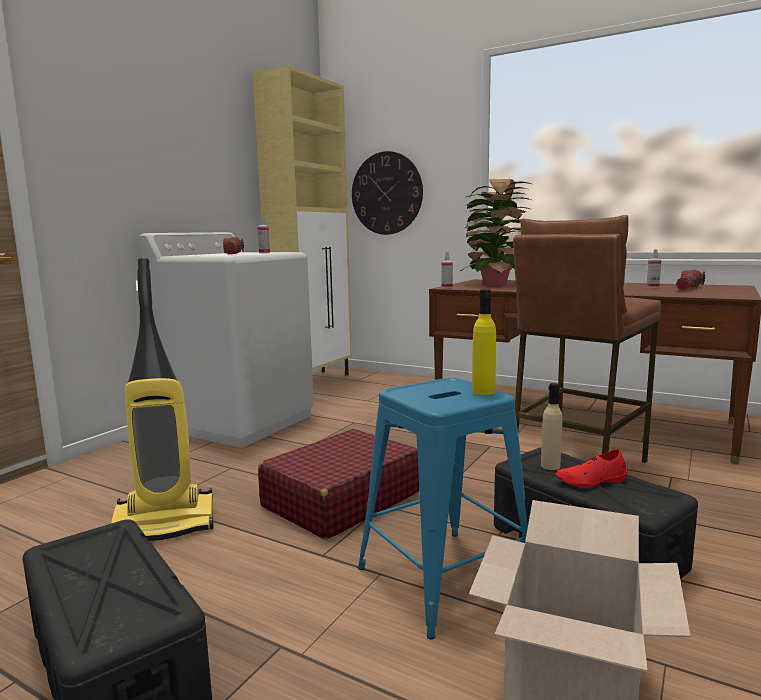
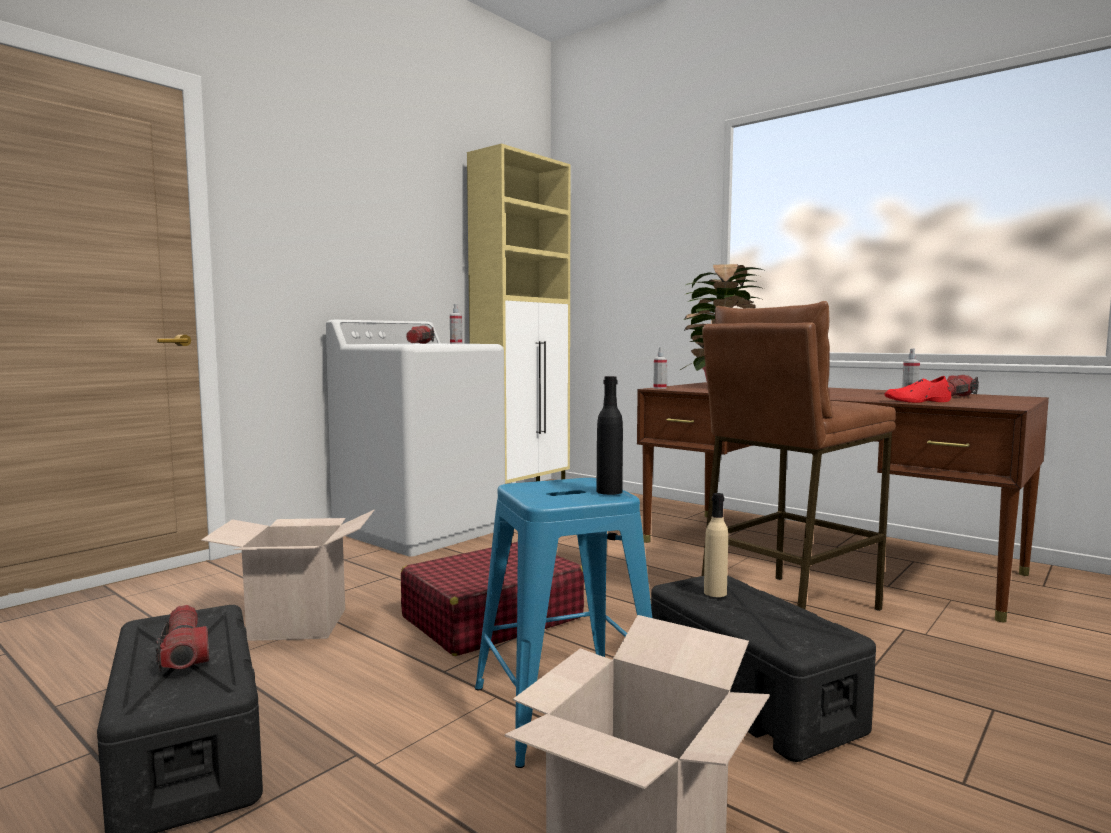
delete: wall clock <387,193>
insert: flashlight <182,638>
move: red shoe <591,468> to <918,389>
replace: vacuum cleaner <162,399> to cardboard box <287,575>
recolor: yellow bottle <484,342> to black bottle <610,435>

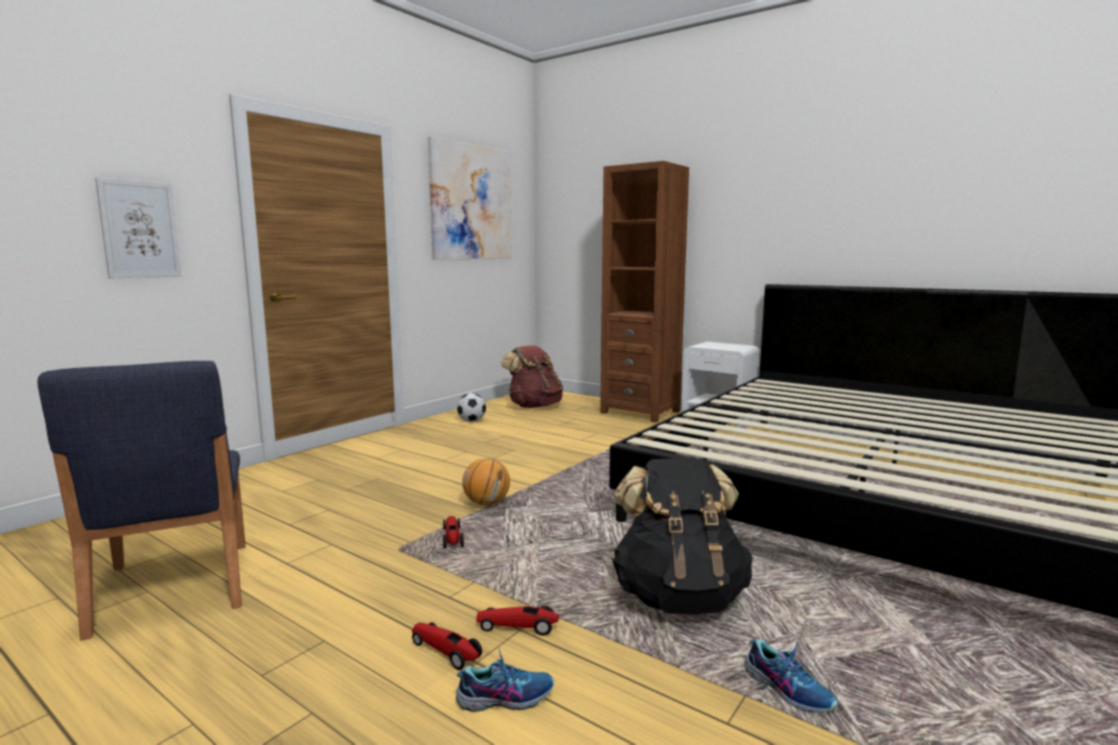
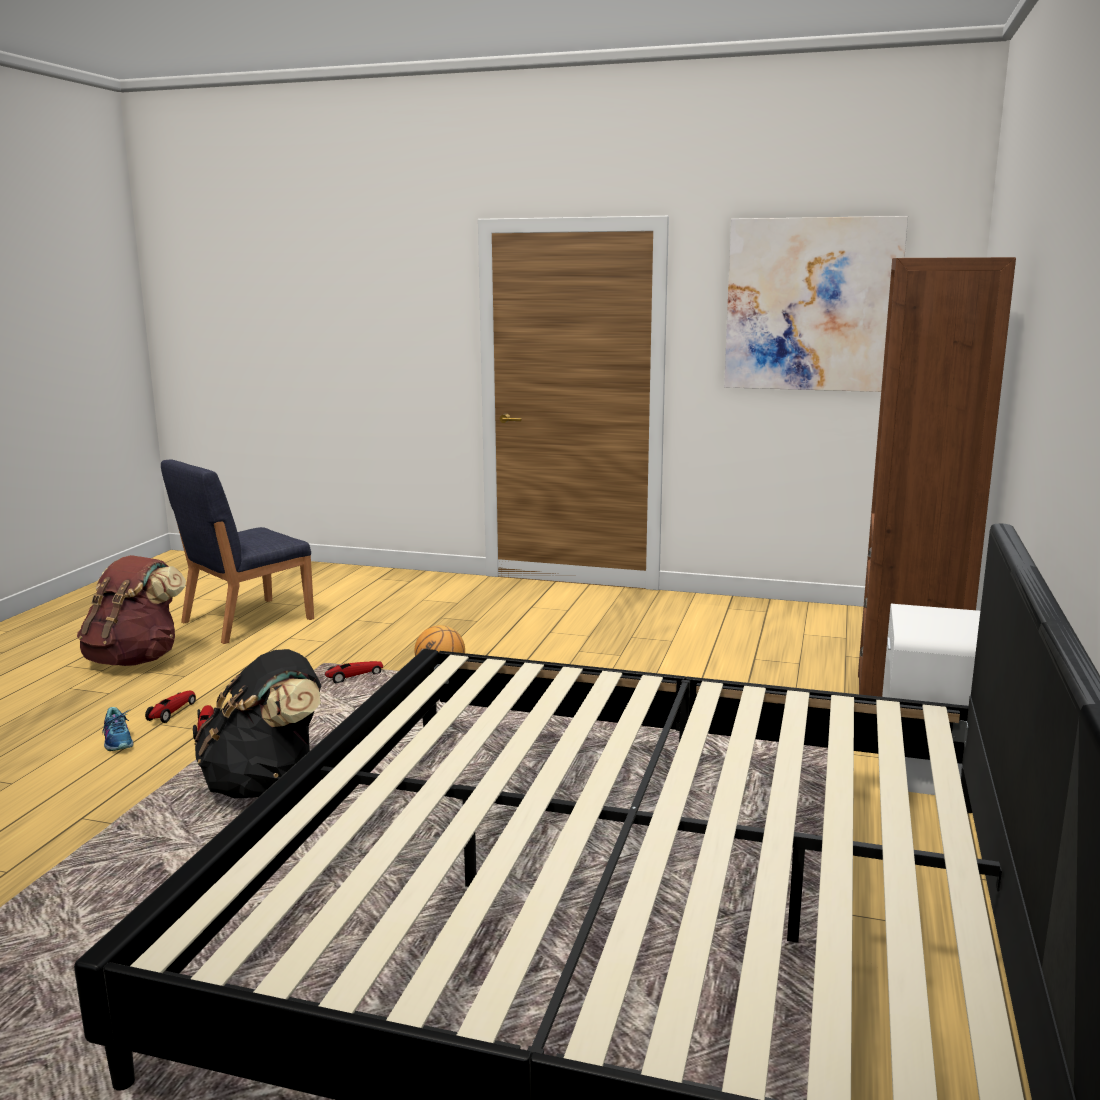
delete: picture <138,228>; football <471,407>; shoe <791,676>
move: brown backpack <532,376> to <131,610>

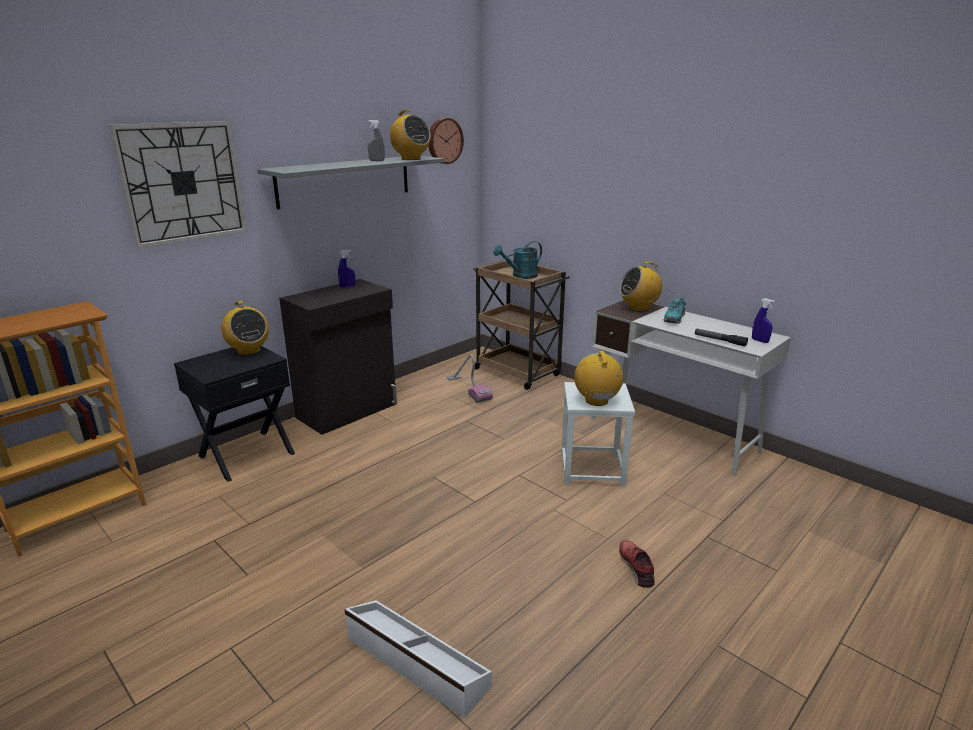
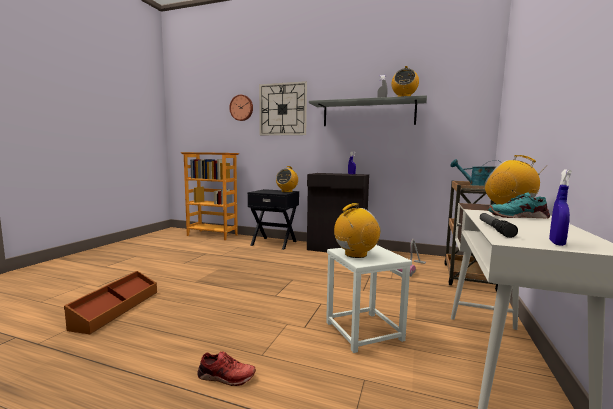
move: wall clock <446,141> to <241,108>
recolor: white storage box <418,659> to brown storage box <110,302>
rotate: red shoe <637,563> = <226,368> 45 degrees clockwise

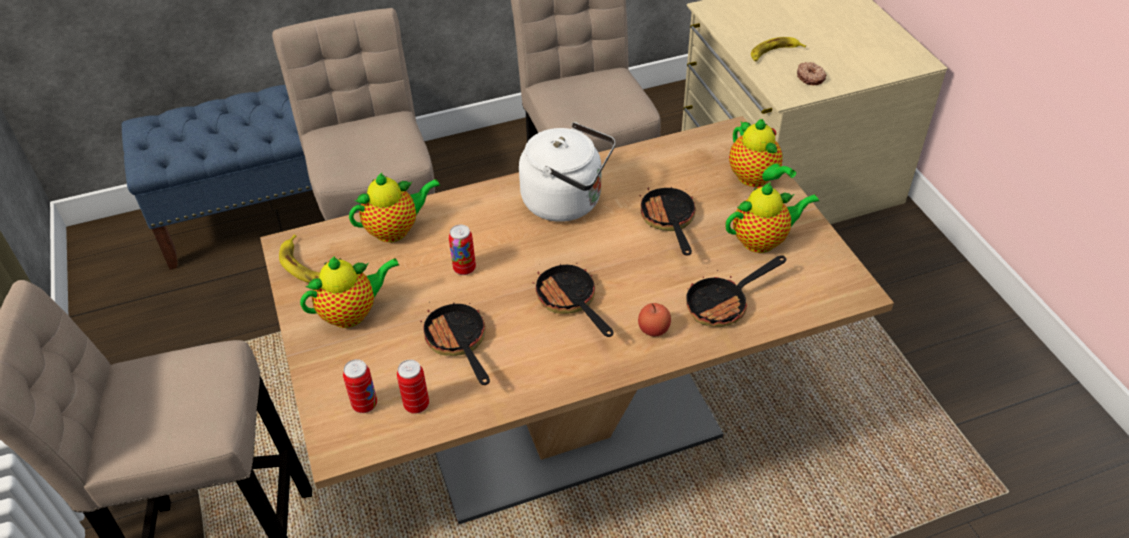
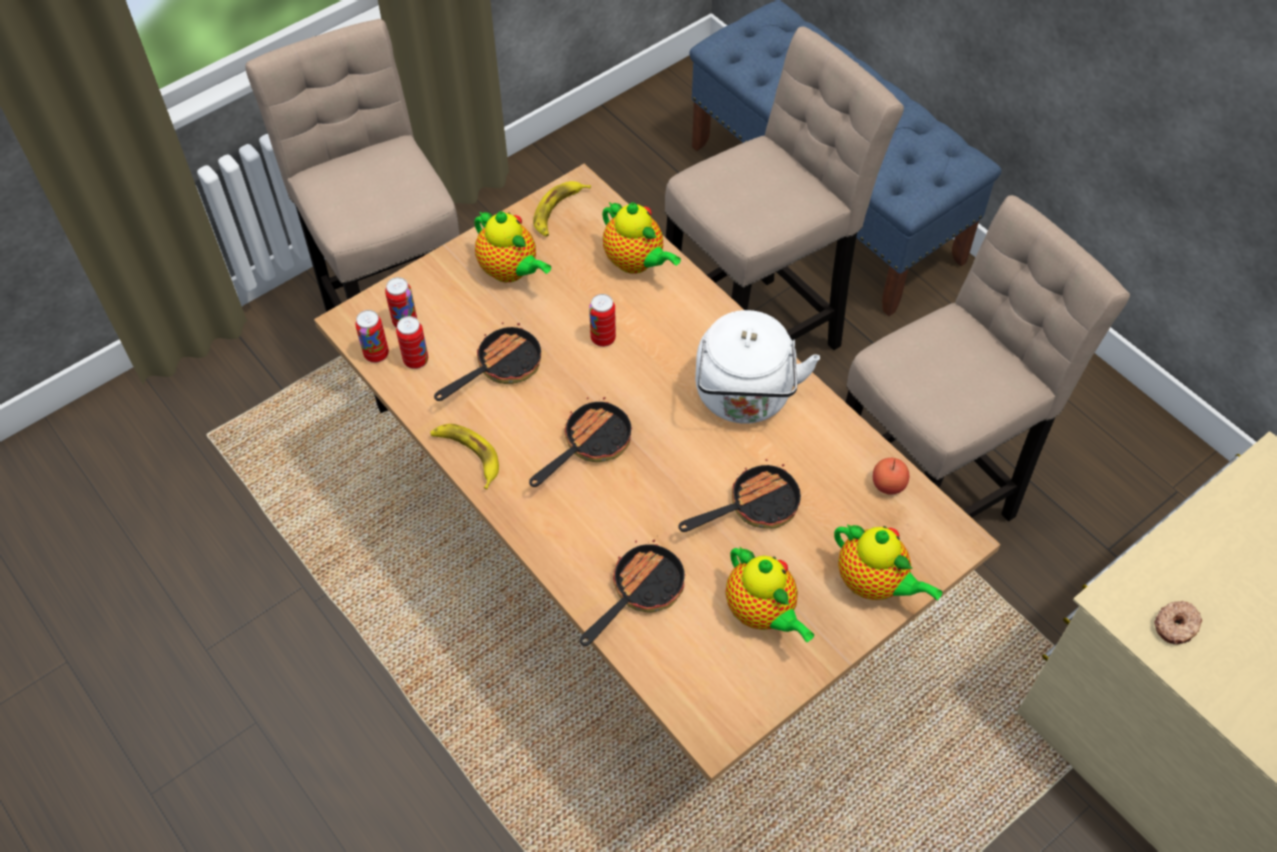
insert: can <372,336>
move: apple <654,320> to <891,476>; banana <778,49> to <464,456>
rotate: frying pan <736,291> = <633,593> 90 degrees clockwise; teapot <762,153> = <888,562> 90 degrees counterclockwise

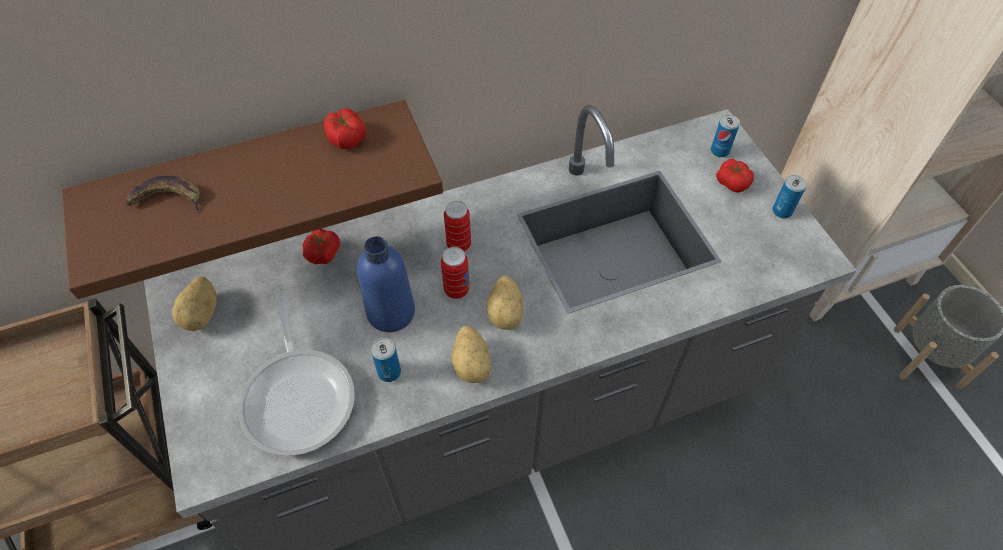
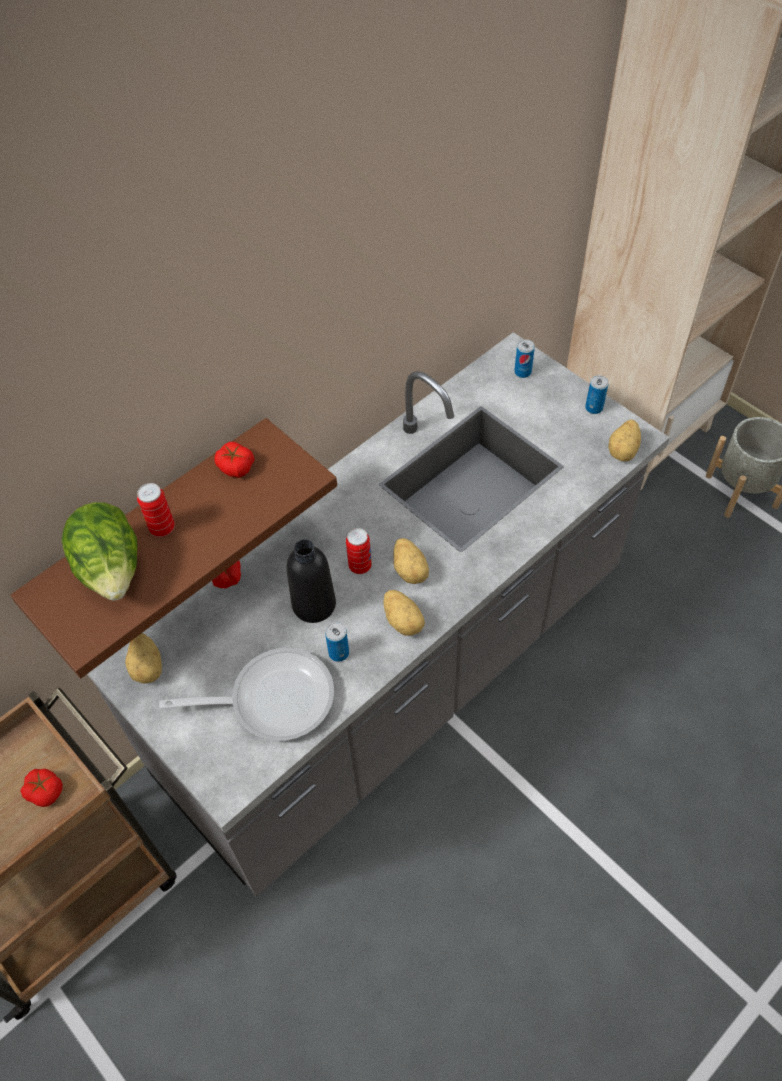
insert: potato <624,440>
move: can <457,226> to <156,510>; tomato <735,176> to <41,787>
replace: banana <163,195> to lettuce <100,551>
recolor: blue bottle <386,284> to black bottle <311,581>
rotate: frying pan <296,369> = <246,694> 60 degrees counterclockwise

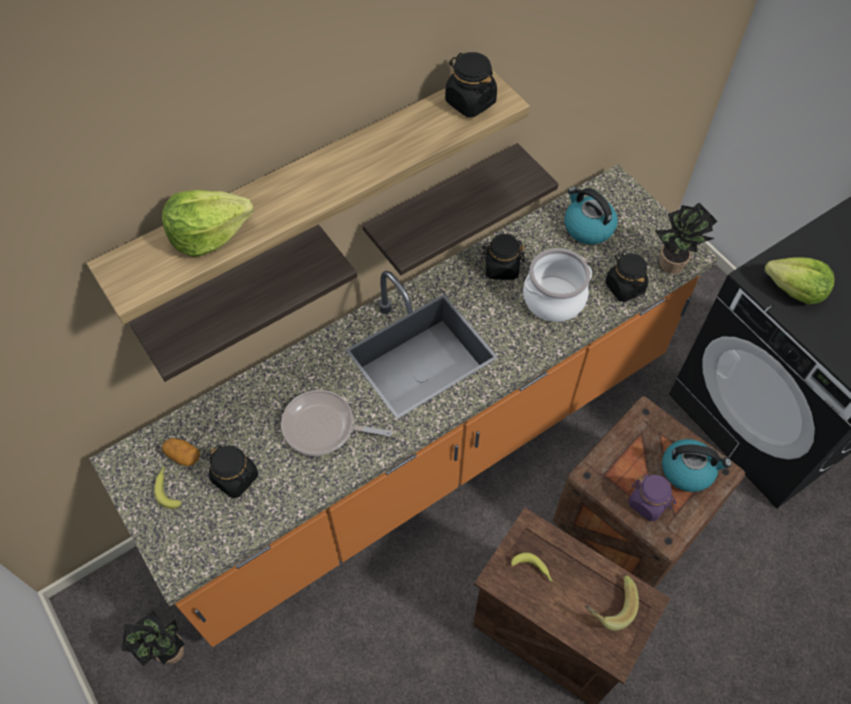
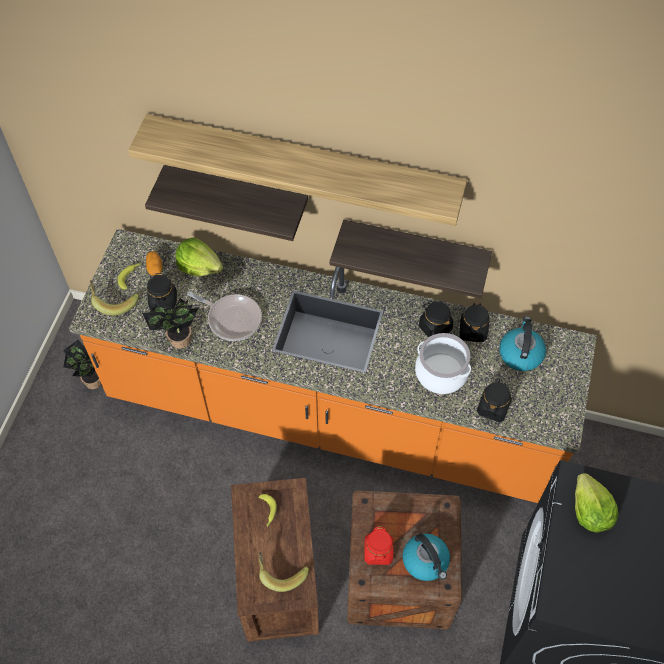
insert: banana <114,297>
move: lettuce <207,223> to <199,256>; black jar <471,84> to <474,322>; potted plant <686,238> to <170,323>
recolor: purple jar <652,497> to red jar <379,545>
rotate: frying pan <336,423> = <224,316> 150 degrees clockwise

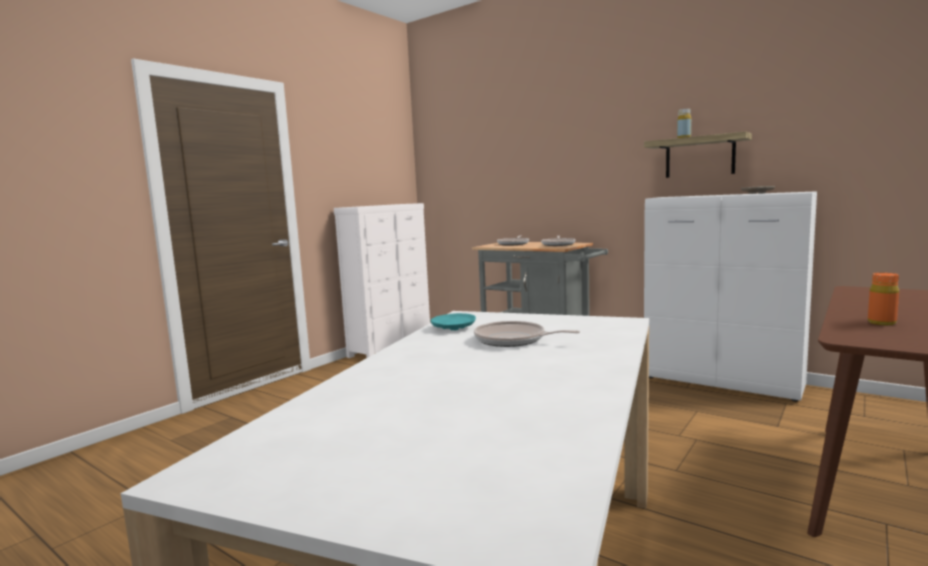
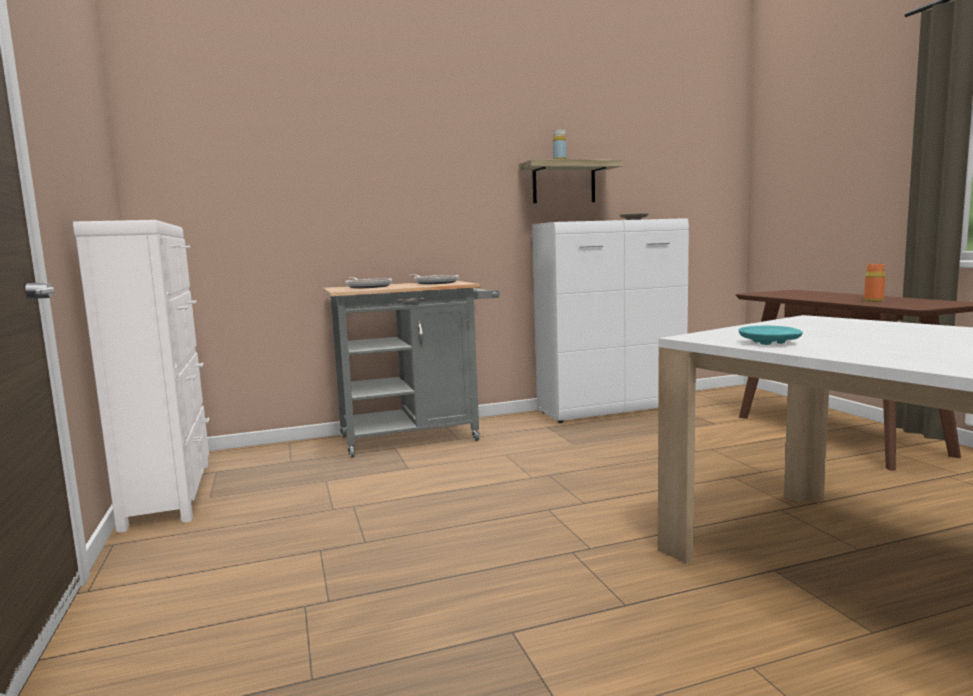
delete: frying pan <527,334>

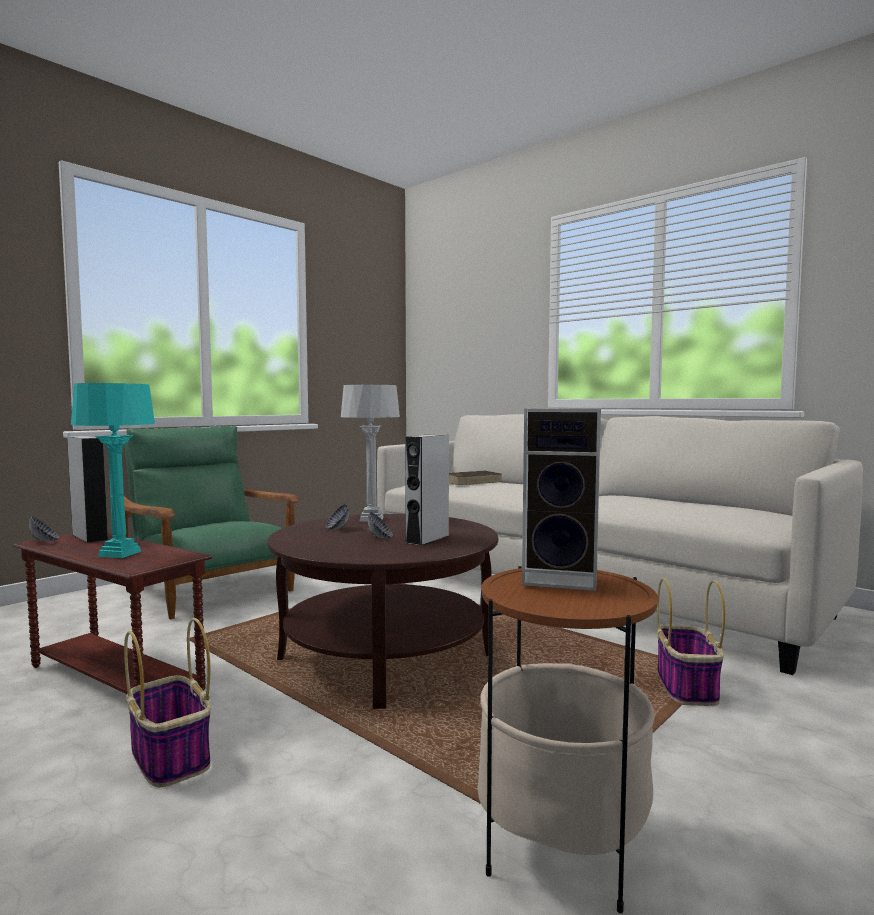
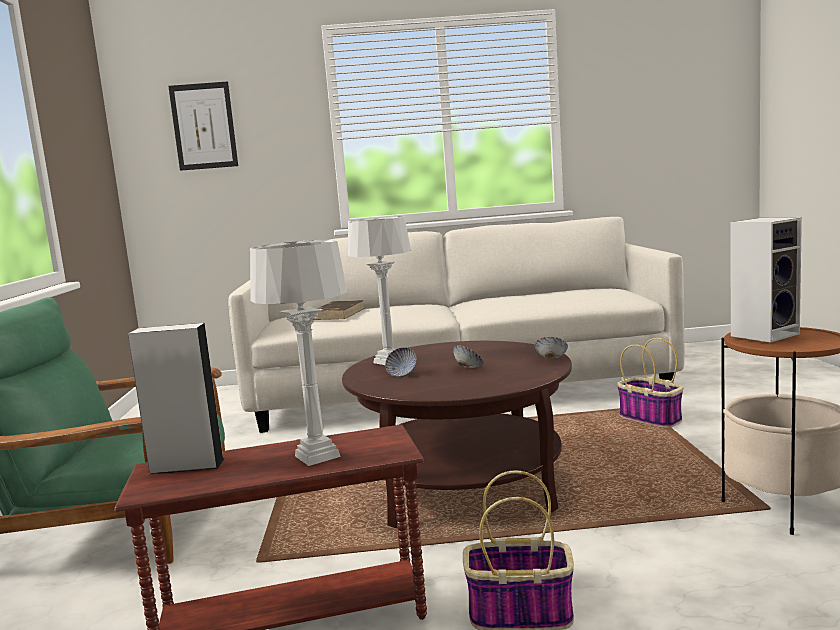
delete: grey speaker <427,490>
insert: picture <203,126>
move: bowl <44,528> to <551,348>
recolor: turquoise table lamp <113,470> to grey table lamp <298,353>

